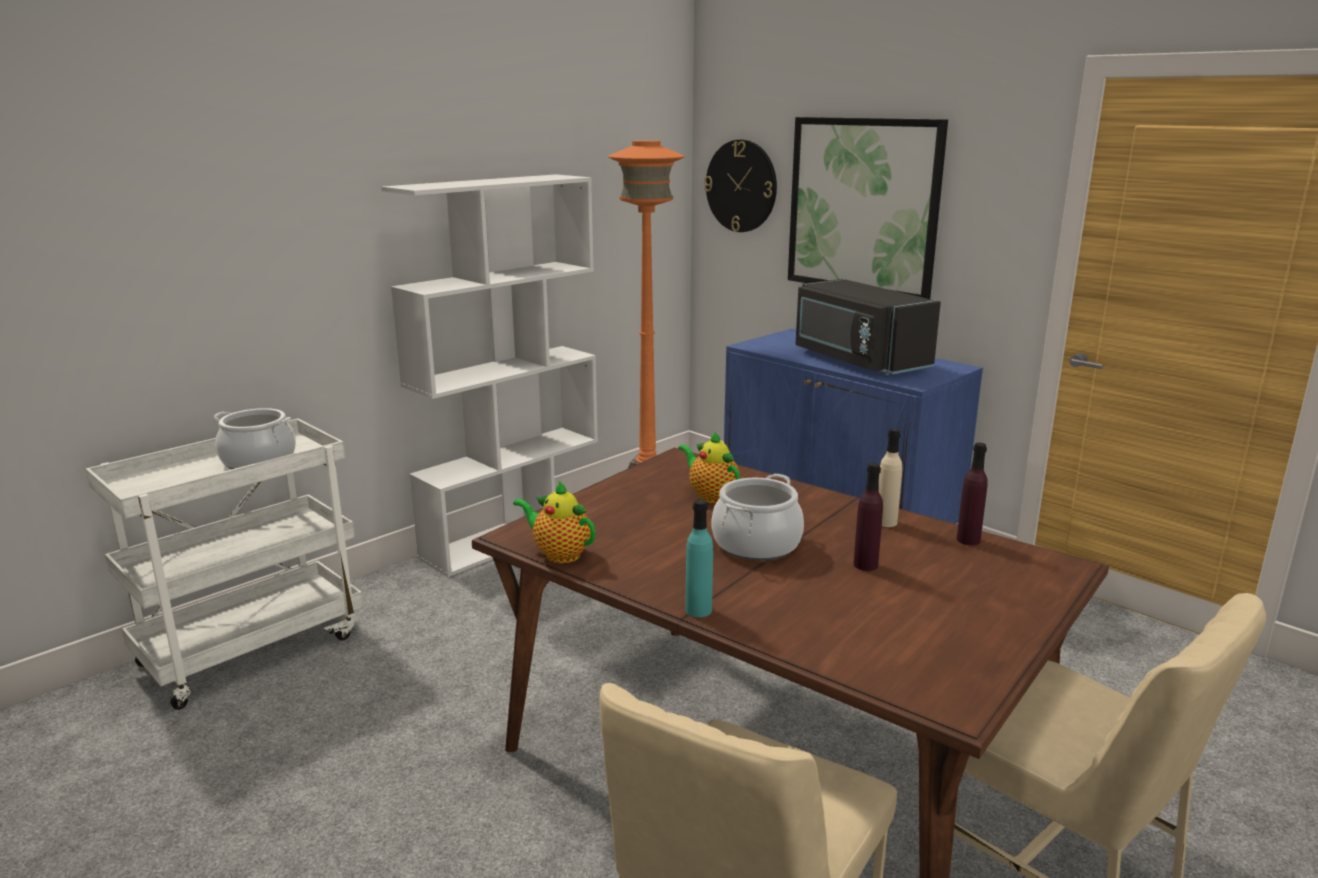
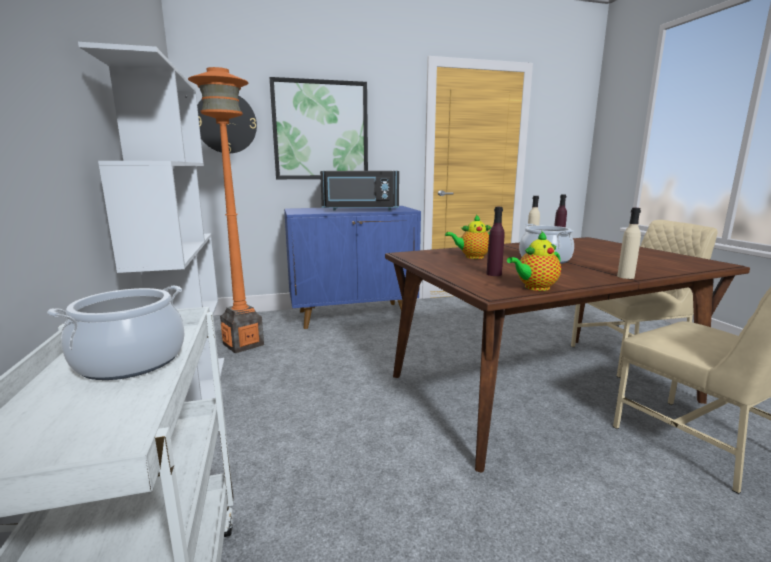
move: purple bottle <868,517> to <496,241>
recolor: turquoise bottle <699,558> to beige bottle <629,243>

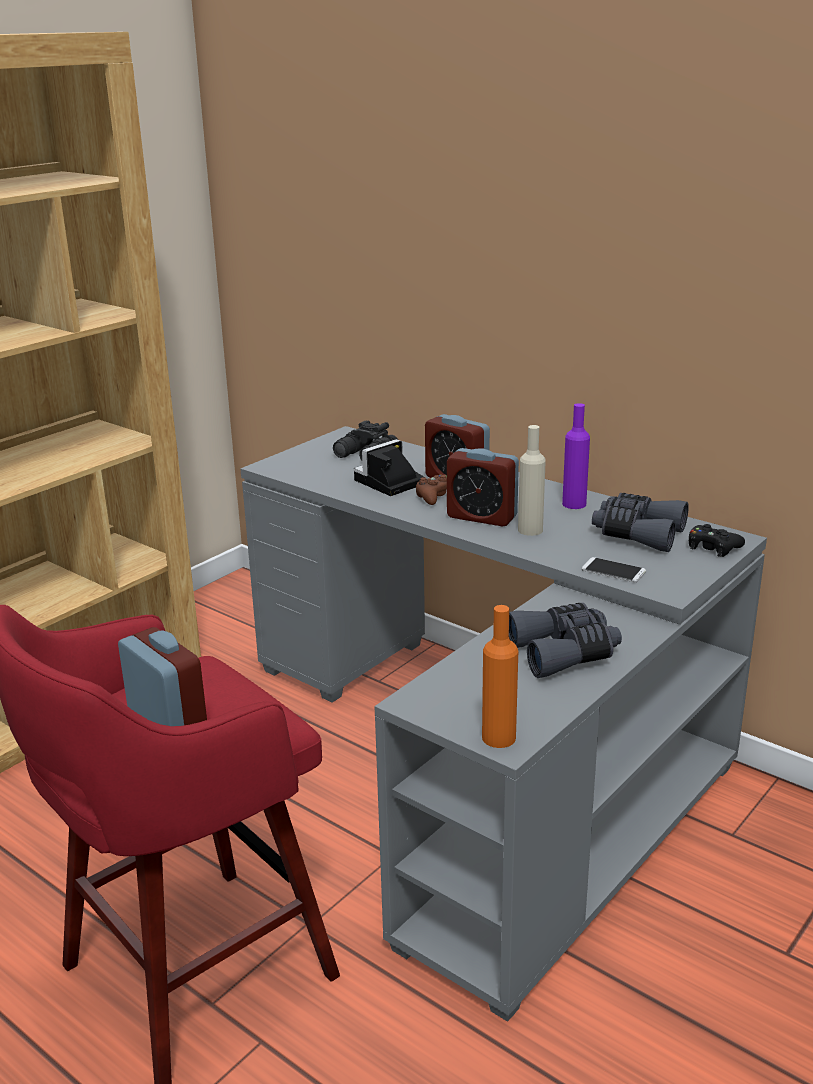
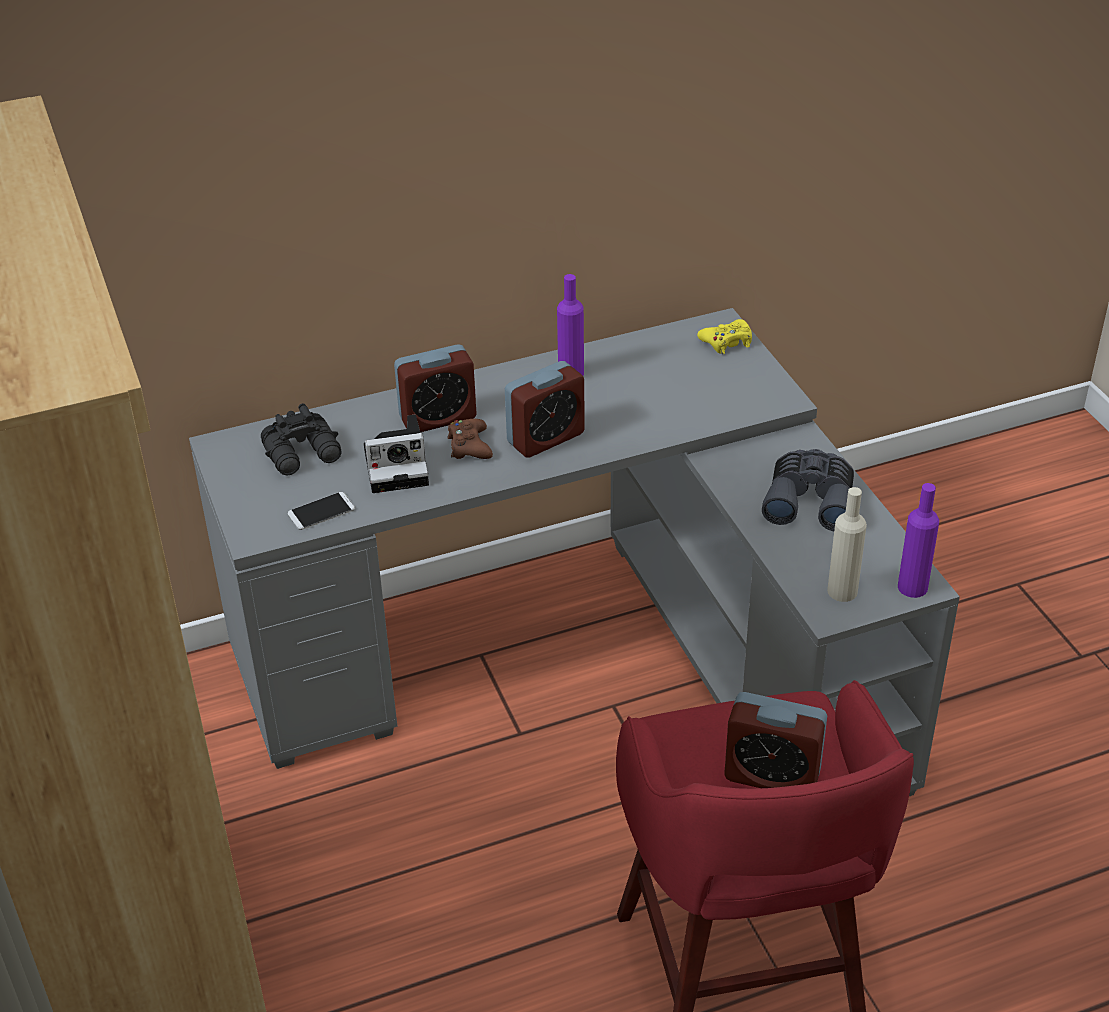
delete: grey binoculars <640,522>
move: beige bottle <532,480> to <847,544>; phone <614,569> to <321,511>
recolor: orange bottle <500,676> to purple bottle <918,540>; black game controller <717,540> to yellow game controller <724,336>
rotate: alarm clock <162,676> = <775,740> 150 degrees counterclockwise; photo camera <389,467> = <396,453> 90 degrees counterclockwise

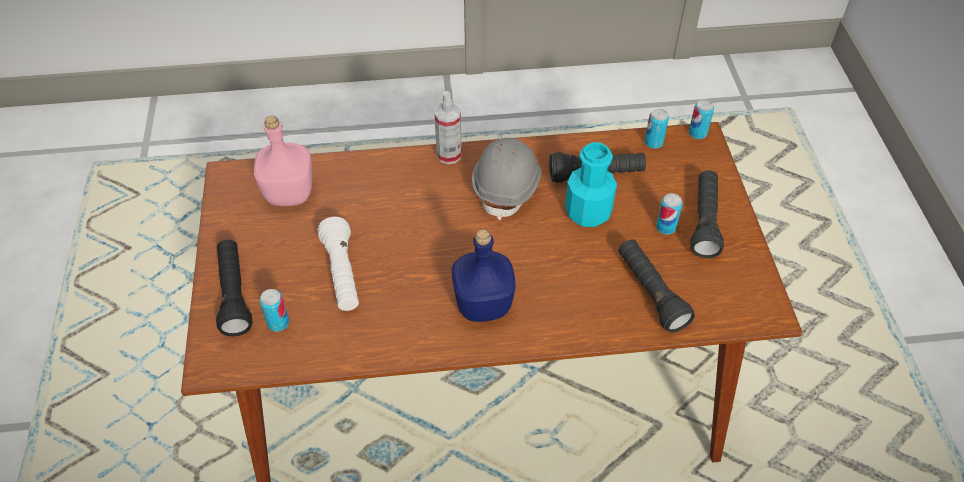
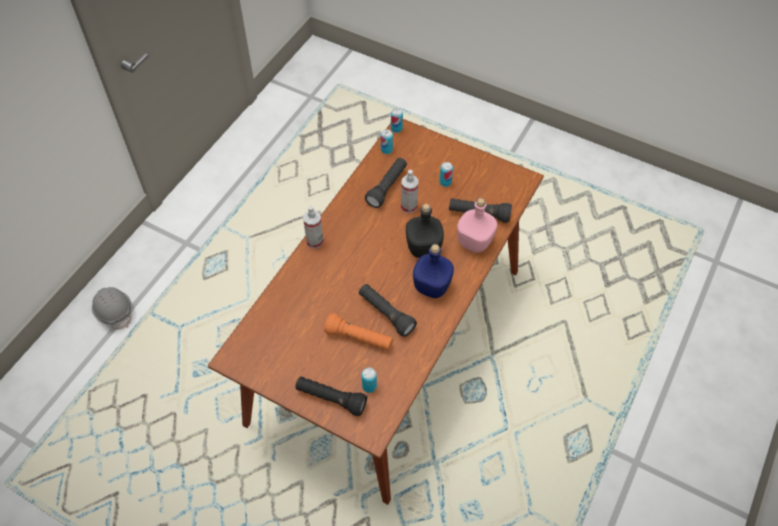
insert: black bottle <425,231>
move: pink bottle <283,161> to <477,225>; grey hard hat <507,179> to <112,308>; black flashlight <707,214> to <388,310>
replace: turquoise bottle <591,184> to spray bottle <409,191>
recolor: white flashlight <338,264> to orange flashlight <358,331>

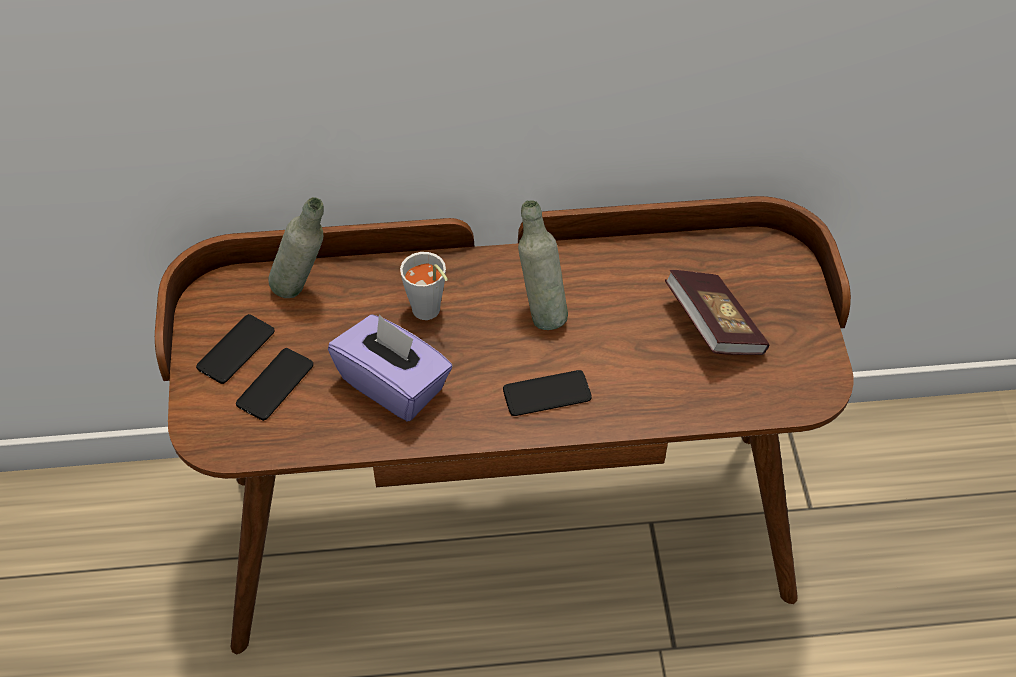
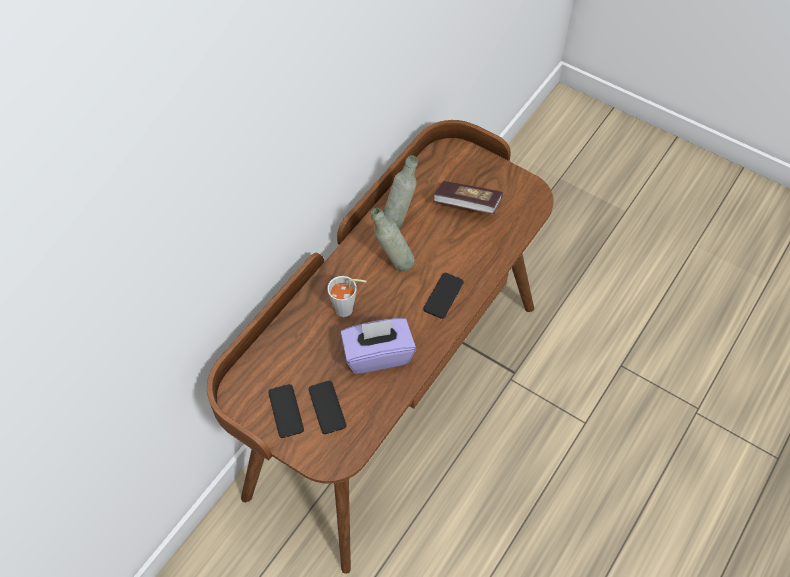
move: grey bottle <296,247> to <401,191>

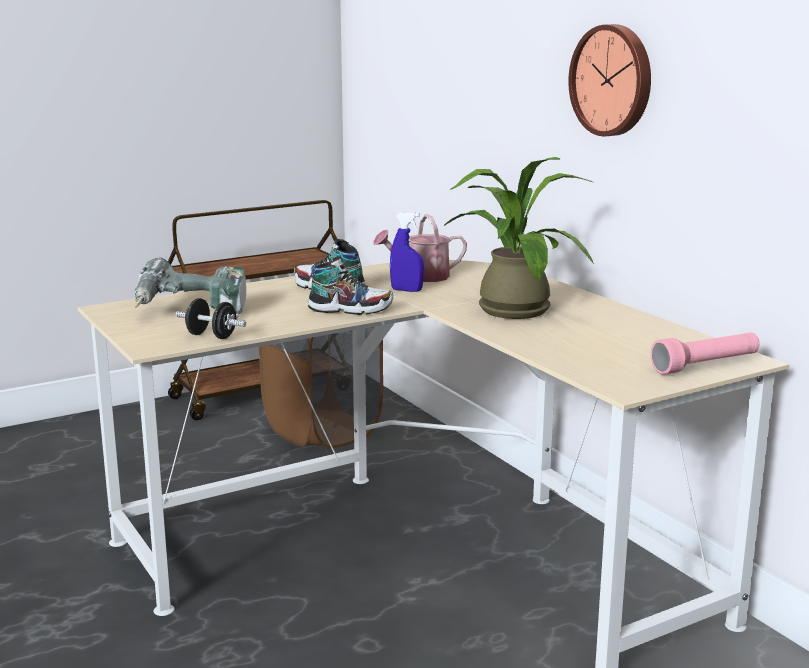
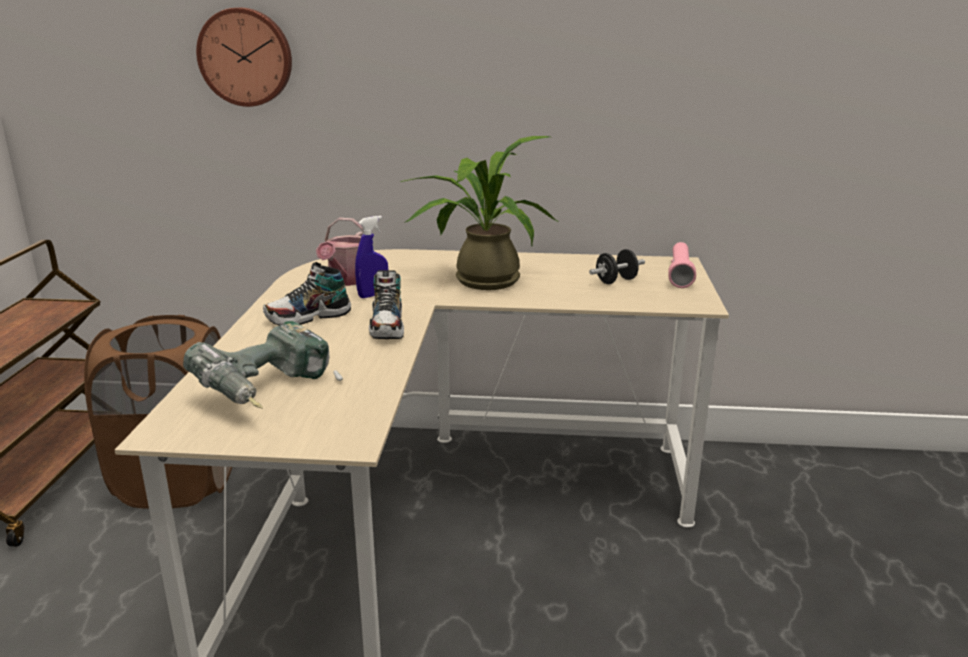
move: black dumbbell <210,318> to <617,266>; wall clock <609,80> to <244,57>
rotate: shoe <350,285> = <386,304> 135 degrees clockwise

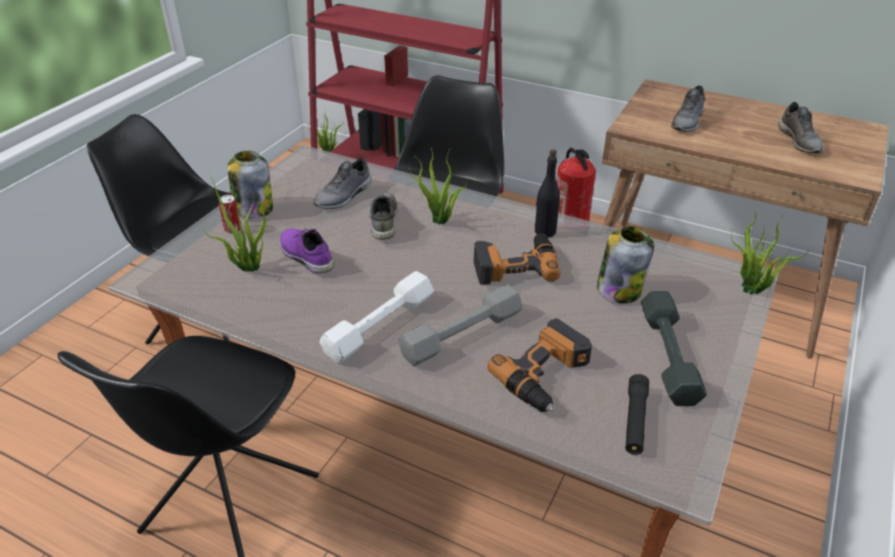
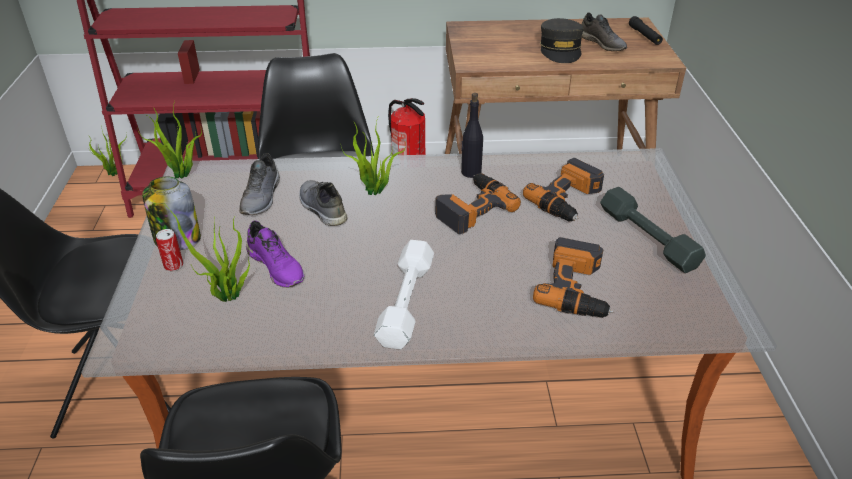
delete: grey dumbbell <460,325>; grey shoe <688,108>
insert: grey cap <562,40>
move: black flashlight <637,414> to <646,30>; potted plant <770,253> to <169,139>
replace: jar <625,265> to power drill <563,190>
rotate: purple shoe <307,251> = <275,253> 150 degrees counterclockwise

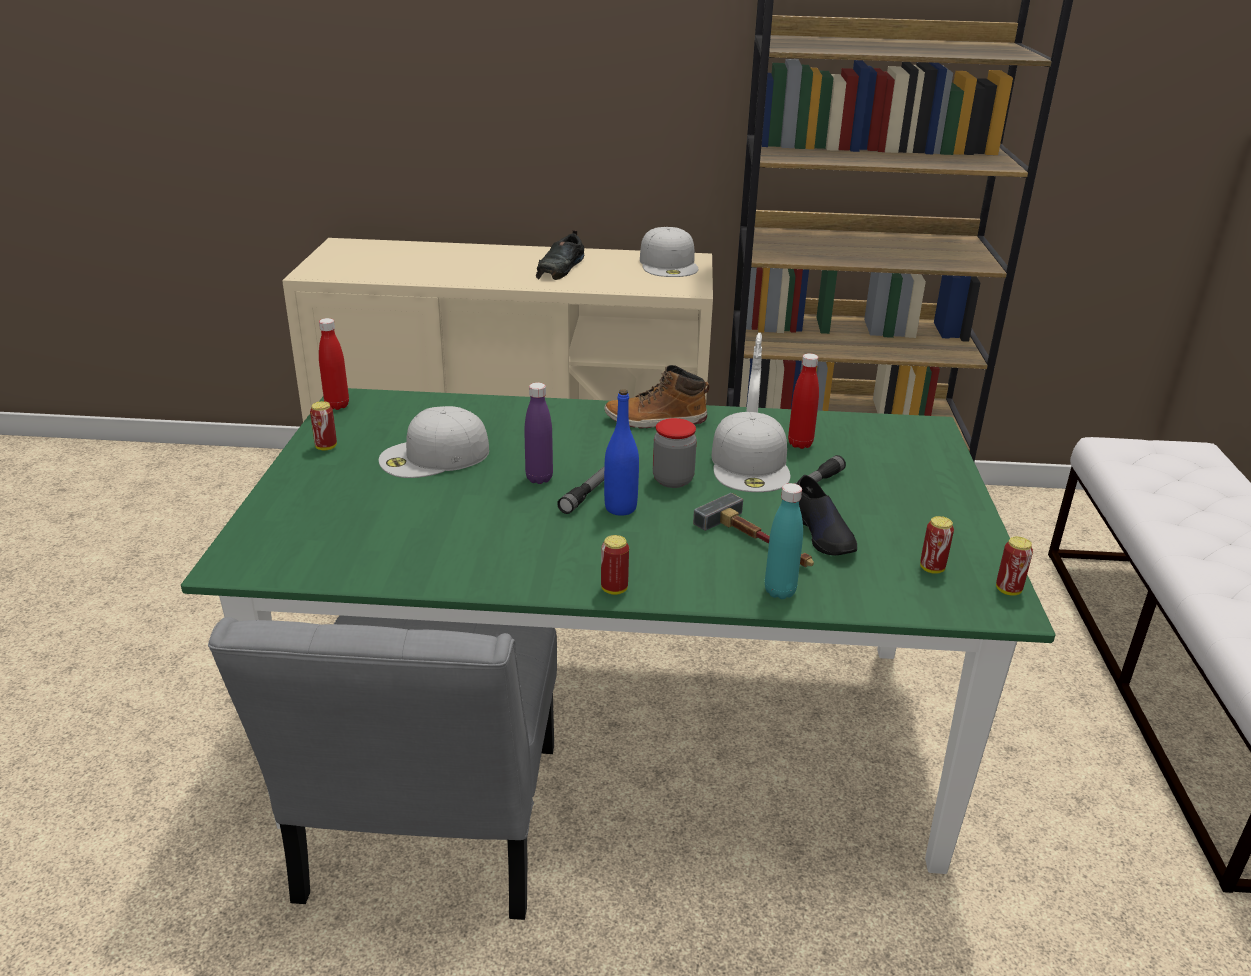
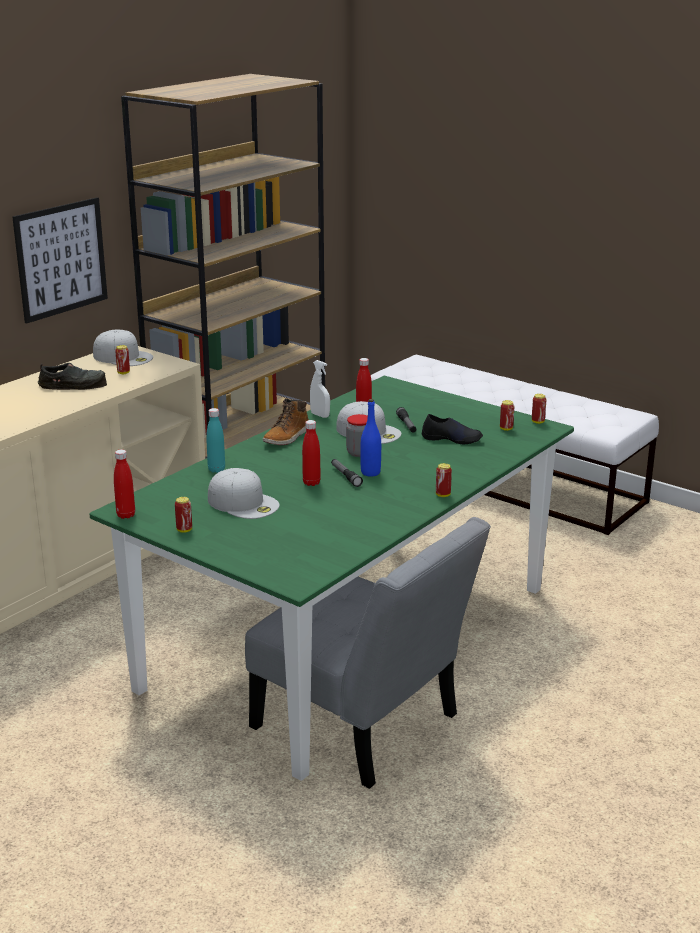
delete: hammer <753,530>
insert: picture <60,260>; can <122,359>
move: turquoise bottle <784,541> to <215,440>
recolor: purple bottle <538,433> to red bottle <311,453>
rotate: white cap <433,442> = <244,493> 60 degrees counterclockwise; black shoe <560,255> = <72,376> 60 degrees counterclockwise

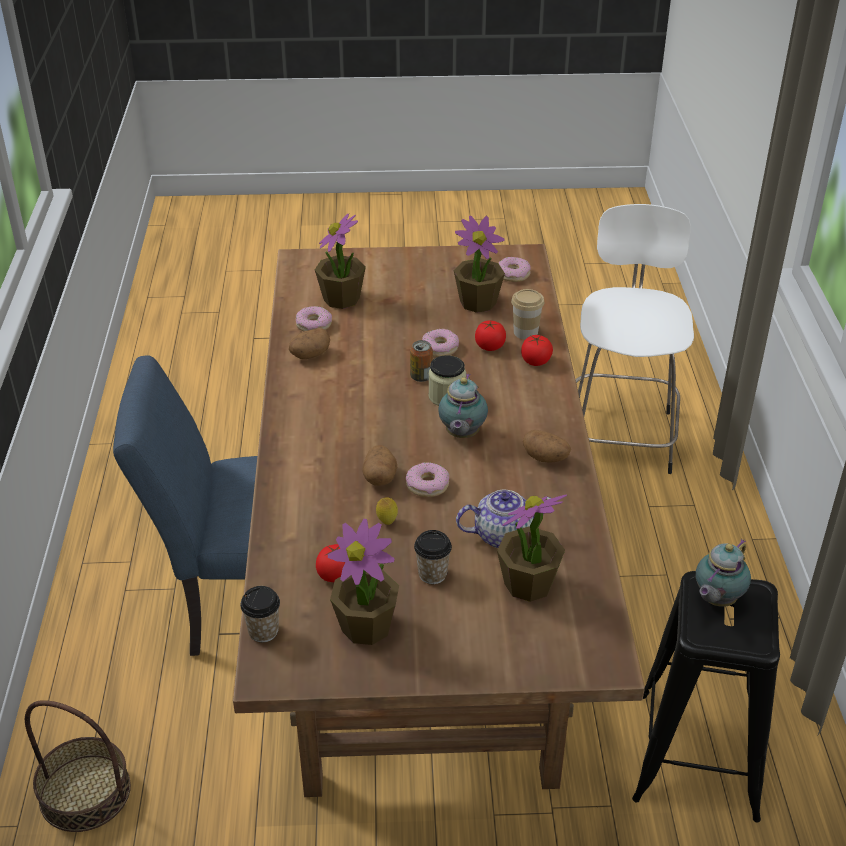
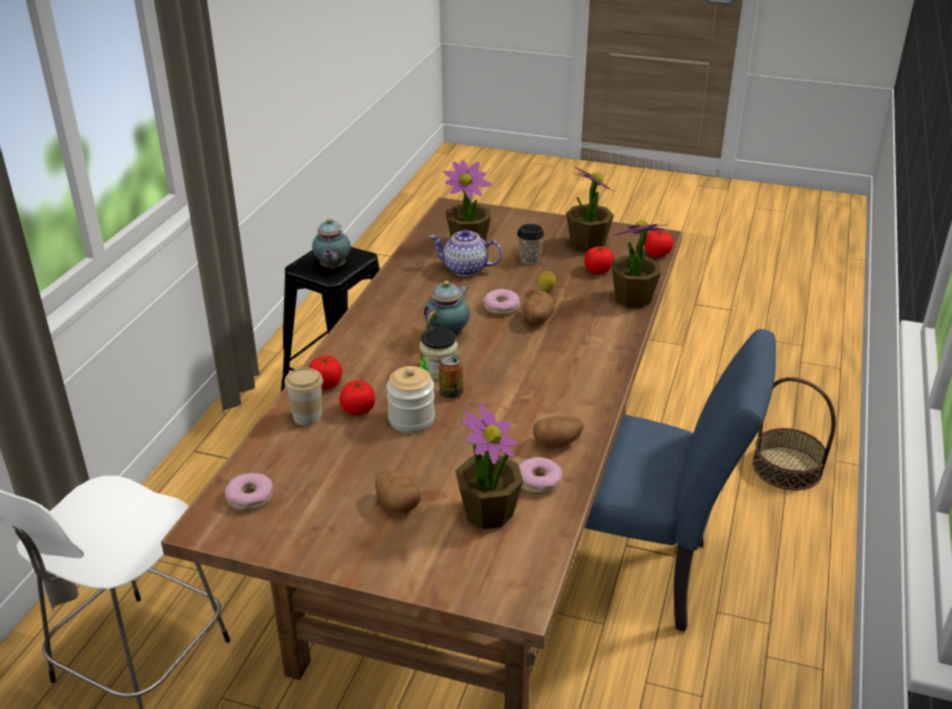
move: potted plant <479,264> to <639,264>; potato <547,446> to <398,492>
replace: cup <260,614> to tomato <659,243>; donut <440,343> to jar <410,399>
rotate: teapot <723,573> = <331,243> 120 degrees clockwise

